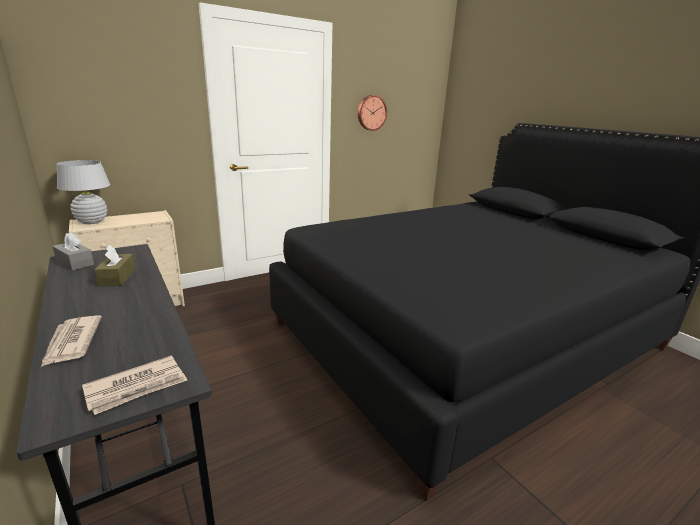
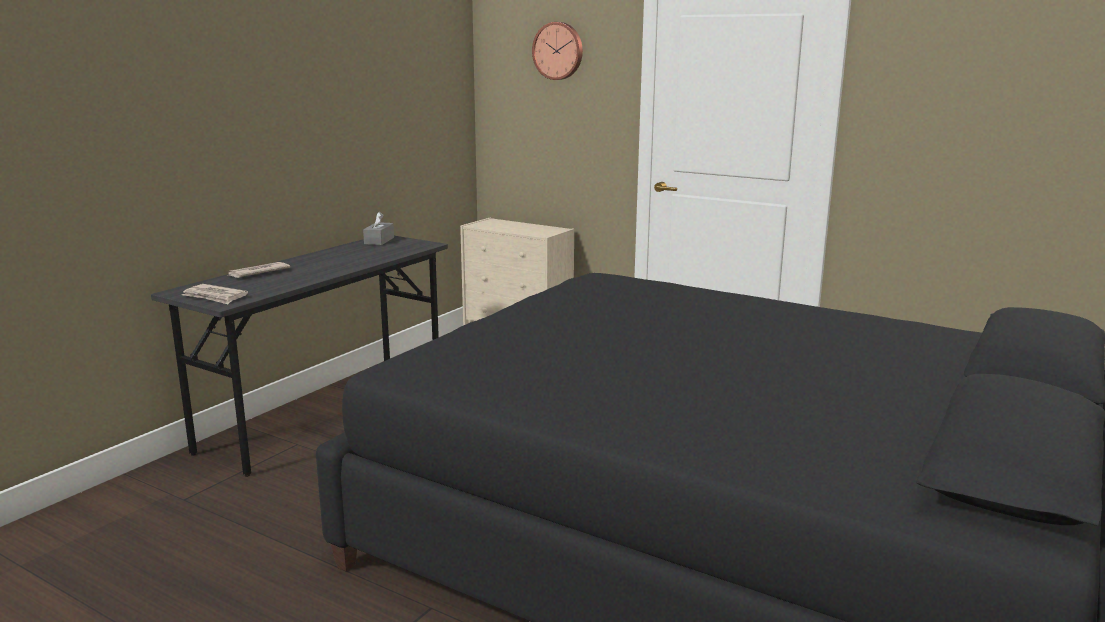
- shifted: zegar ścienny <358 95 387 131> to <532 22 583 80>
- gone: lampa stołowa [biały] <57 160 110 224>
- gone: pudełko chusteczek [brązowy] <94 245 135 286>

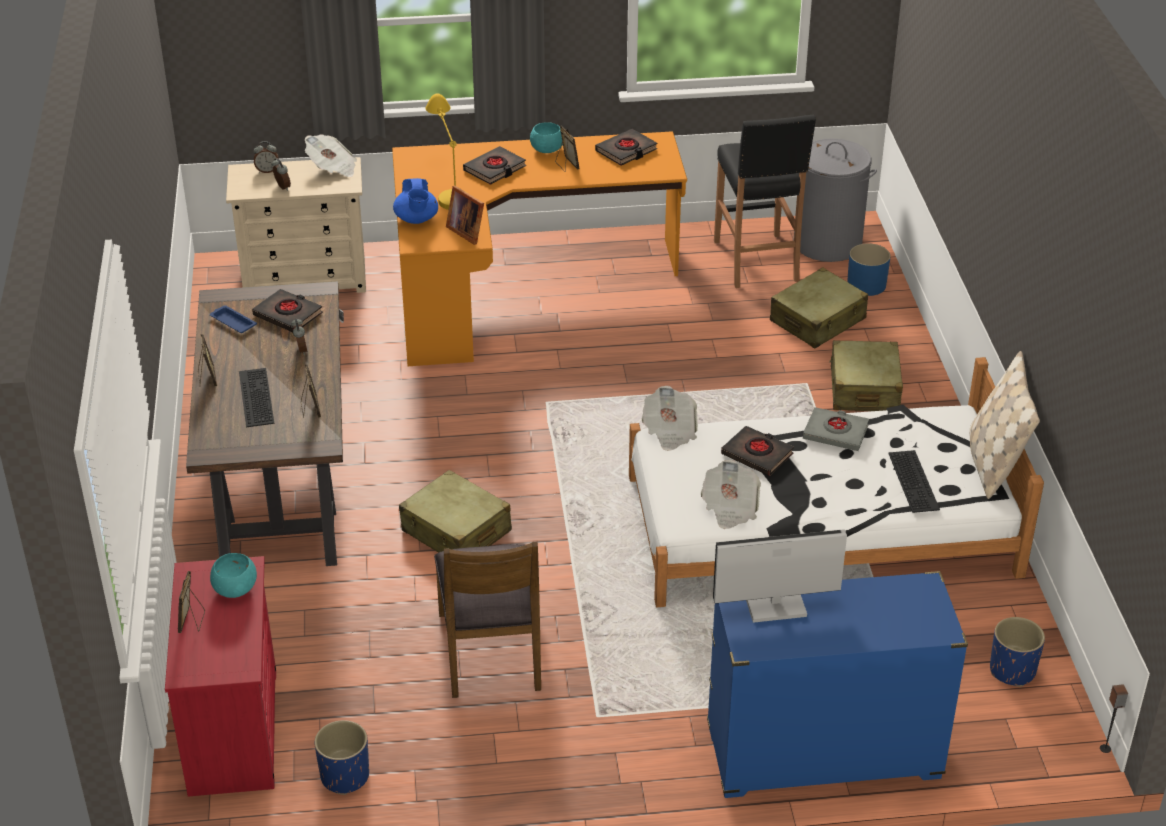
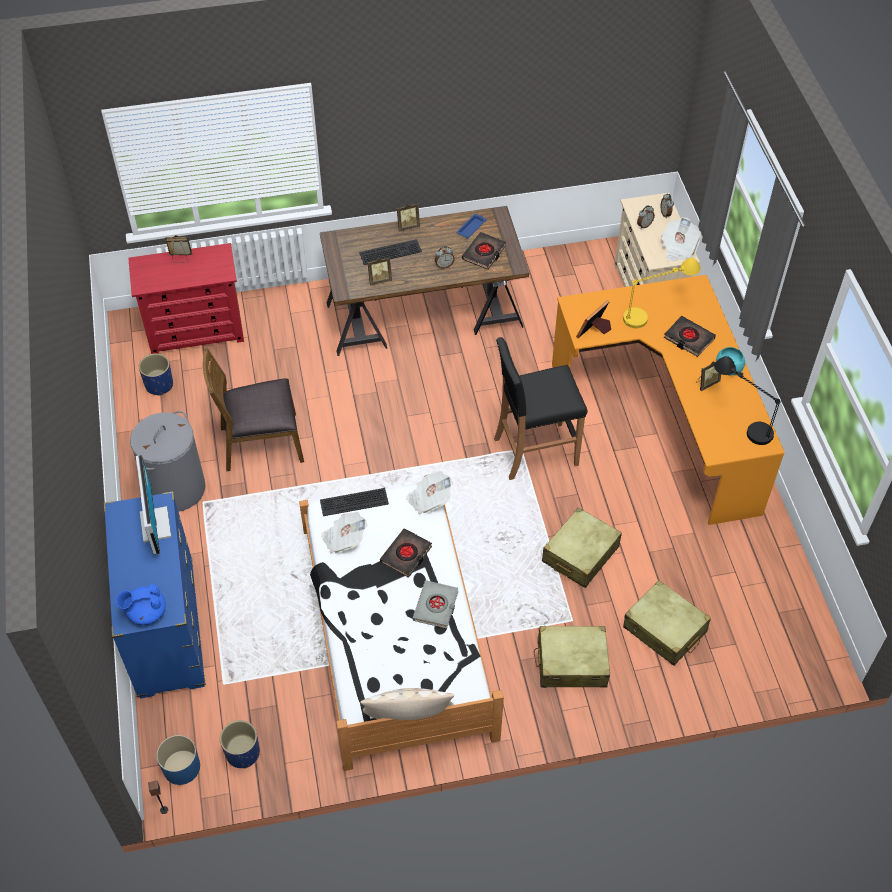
- shifted: imbryk [niebieski] <393 178 438 224> to <116 584 166 625>
- shifted: kosz na pranie [szary] <793 138 877 262> to <130 411 205 512>
- shifted: donica [niebieski] <847 243 891 296> to <156 735 200 785>
- shifted: klawiatura <888 450 940 513> to <320 488 389 516>
- shifted: stołek [czarny] <714 114 816 288> to <494 337 587 480>
- shifted: walizka [beżowy] <399 470 512 553> to <542 507 622 588>
- swapped: książka [czarny] <595 129 657 166> to lampa stołowa [czarny] <714 356 781 445>
- gone: miska [turkusowy] <210 553 257 598>

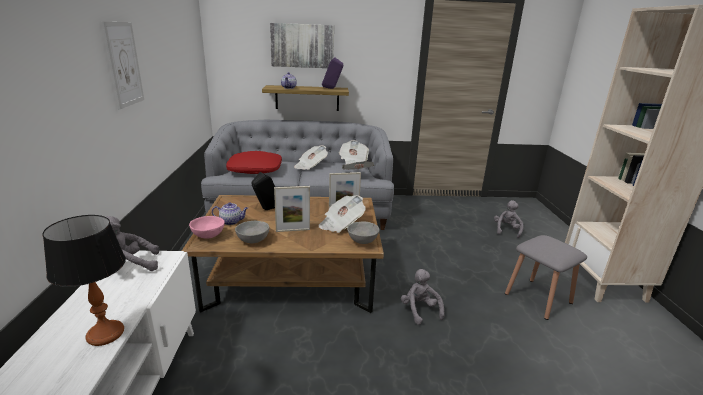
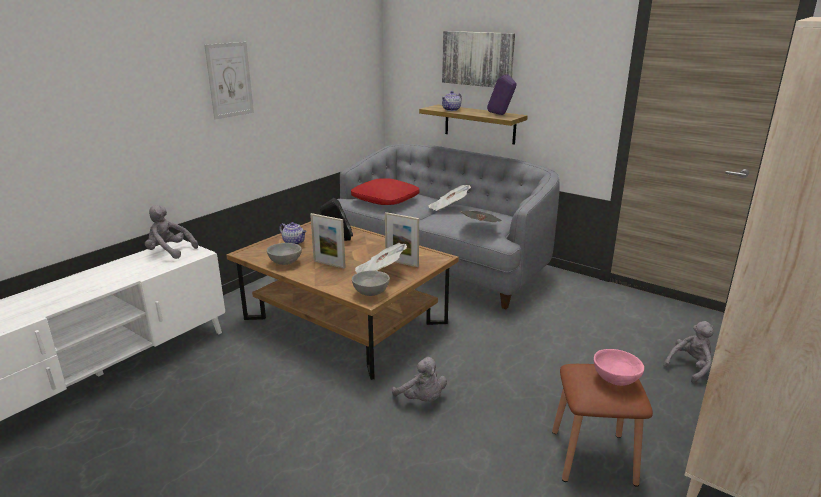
- rotated: pluszak [szary] <401 269 444 325> = <392 357 447 402> 120 degrees clockwise
- repainted: stołek [szary] <505 235 587 320> to stołek [brązowy] <552 364 653 487>
- shifted: miska [różowy] <189 216 225 239> to <594 349 644 386>
- gone: lampa stołowa <42 215 126 346>
- gone: gazeta <339 140 369 164>

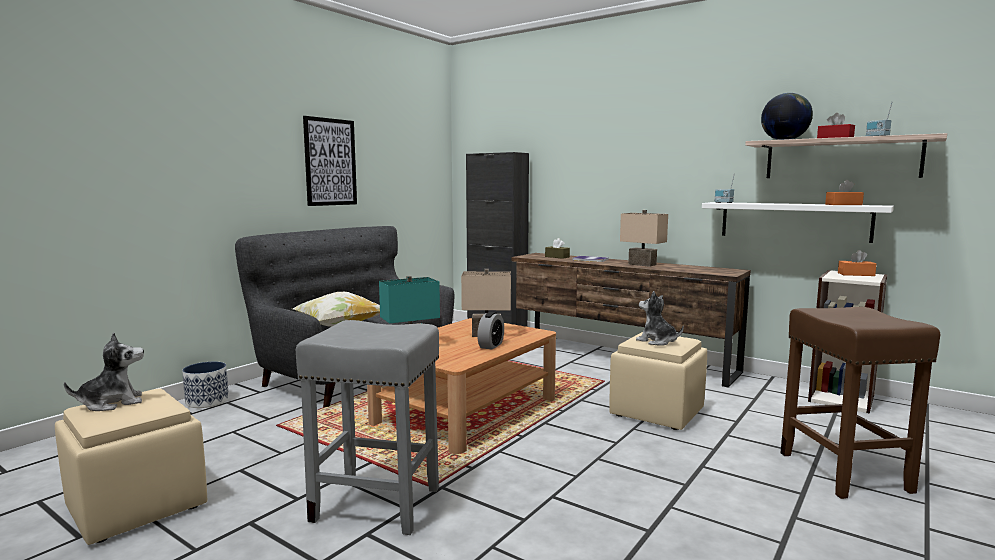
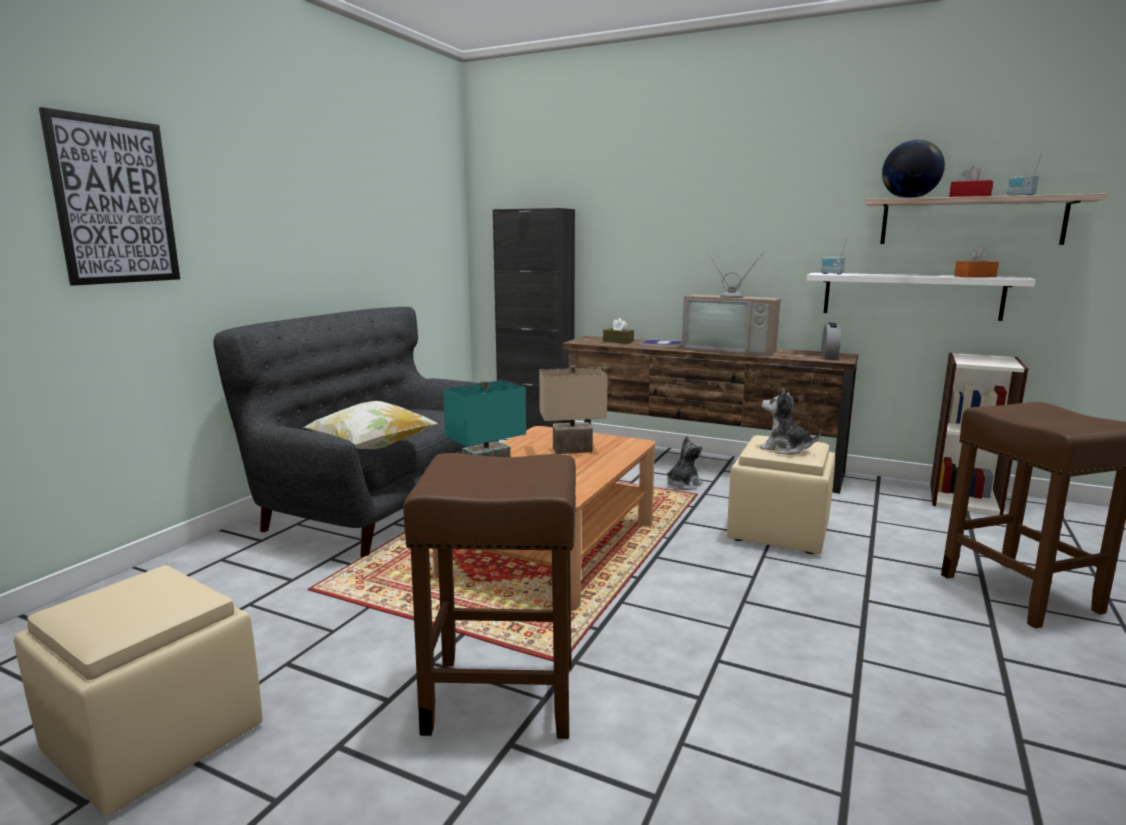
- shifted: obraz <303 116 357 206> to <39 107 180 286>
- repainted: stołek [szary] <296 320 439 535> to stołek [brązowy] <403 453 576 739>
- shifted: pluszak <64 332 144 411> to <667 436 703 490>
- swapped: lampa stołowa [beżowy] <620 210 668 267> to telewizor <682 251 781 356>
- shifted: budzik <477 312 504 350> to <822 323 841 359>
- gone: donica <182 362 229 408>
- gone: pudełko chusteczek [pomarańczowy] <838 250 877 276>

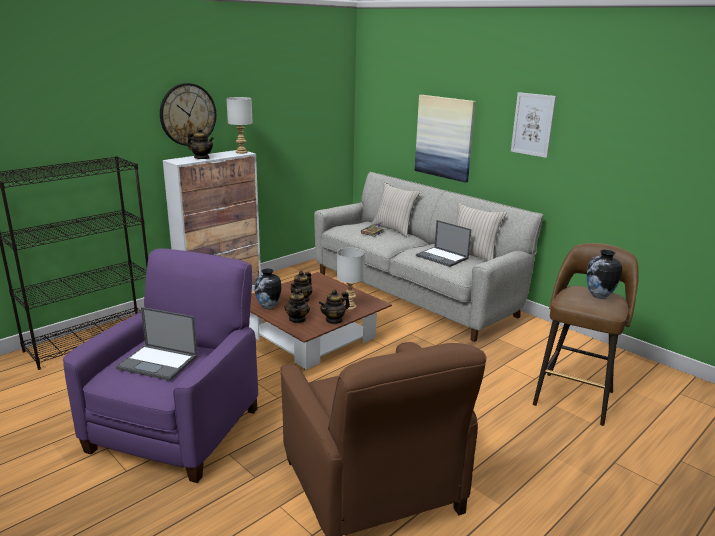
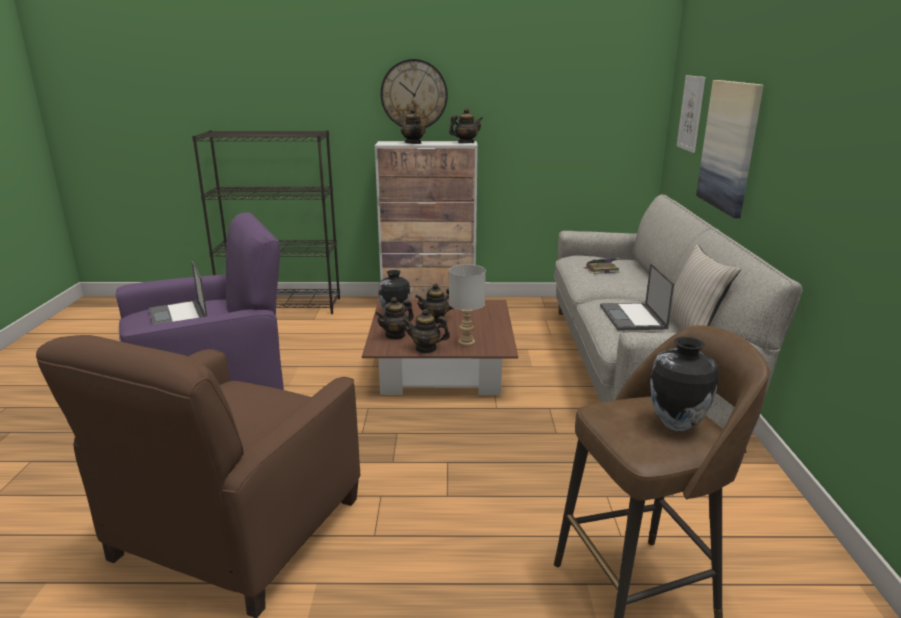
- swapped: lampa stołowa [szary] <226 97 253 154> to imbryk <449 108 483 143>
- shifted: obraz <511 92 556 158> to <677 75 706 153>
- gone: poduszka [beżowy] <371 182 420 237>

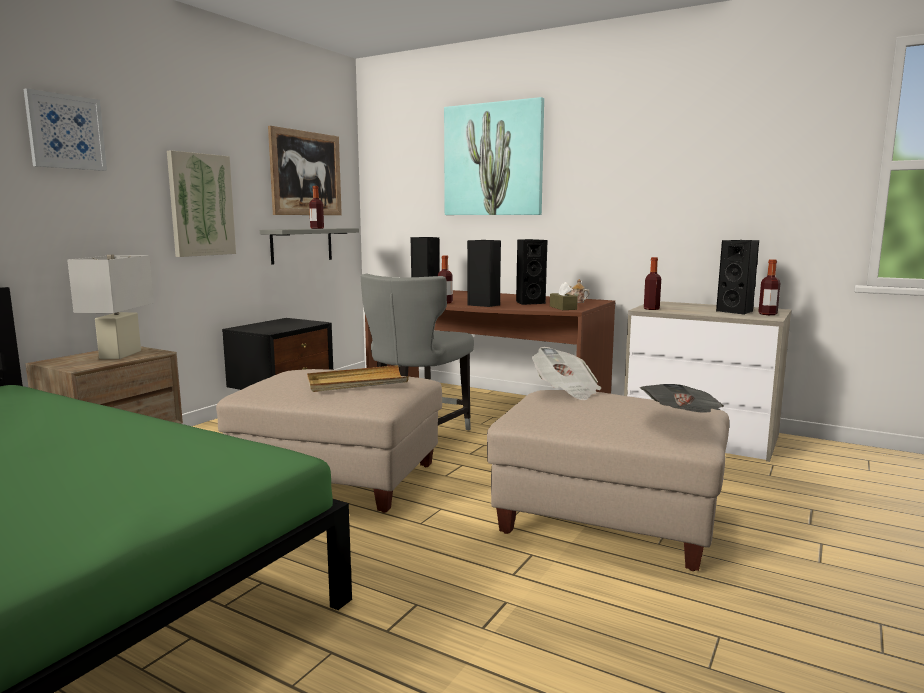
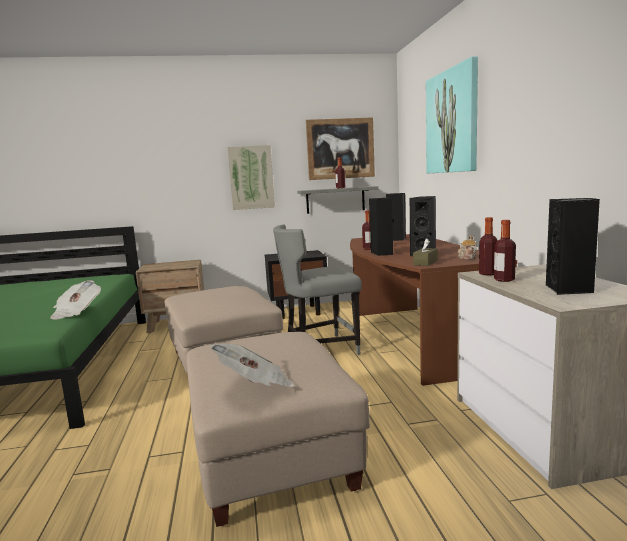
- shifted: gazeta <532 347 601 400> to <50 280 101 319>
- shifted: butelka <758 259 780 315> to <494 220 516 282>
- gone: obraz <24 88 107 171>
- gone: lampa stołowa [biały] <67 254 154 359>
- gone: taca [beżowy] <307 365 409 392>

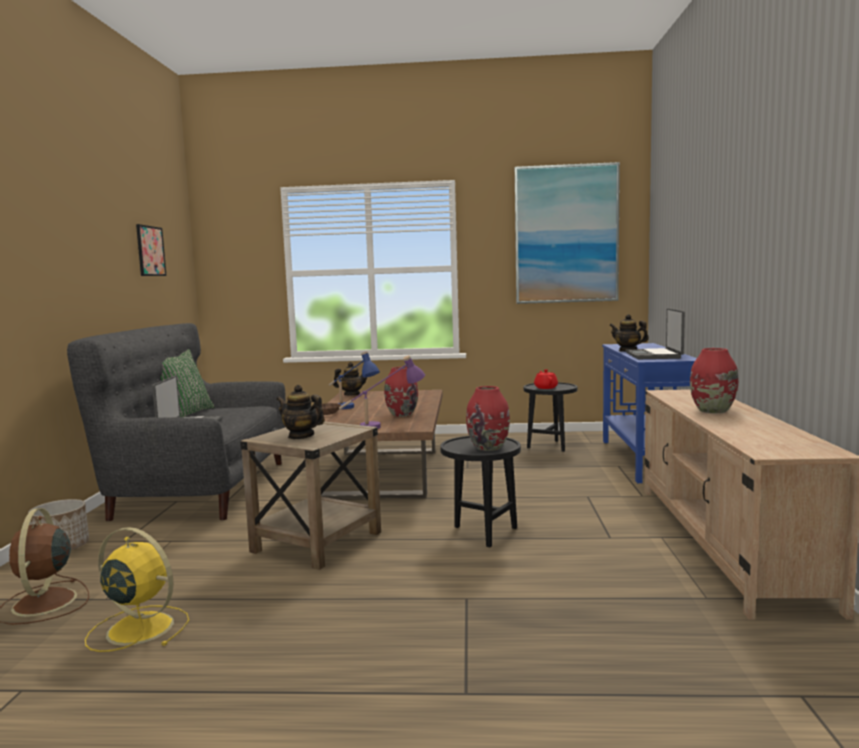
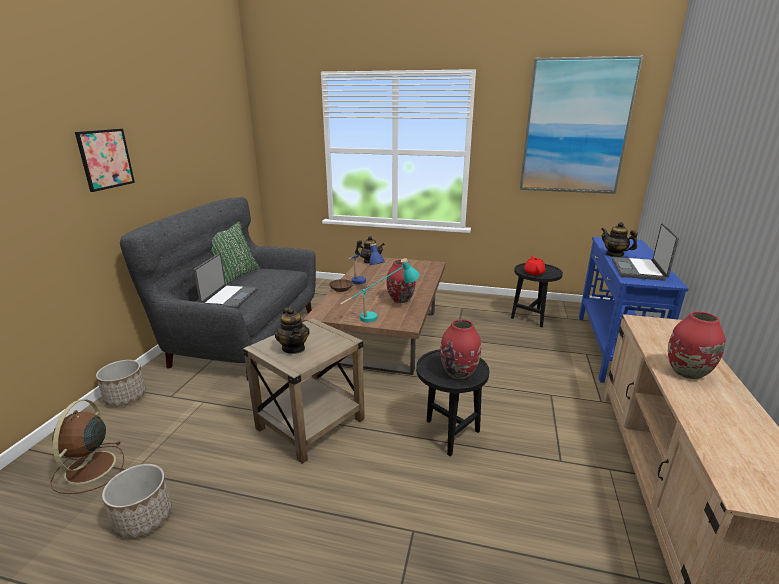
- shifted: obraz <136 224 166 276> to <75 129 135 192>
- swapped: wentylator [żółty] <85 527 189 652> to donica <102 464 172 538>
- rotated: imbryk <276 385 325 439> = <275 307 310 354> 150 degrees counterclockwise
- repainted: lampa stołowa [fioletowy] <339 355 425 429> to lampa stołowa [turkusowy] <341 258 420 322>

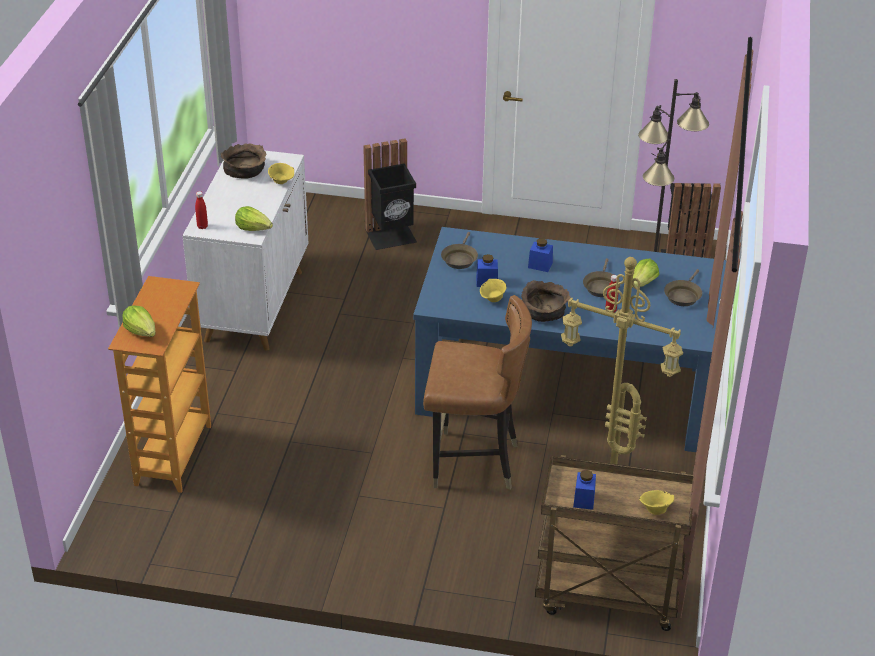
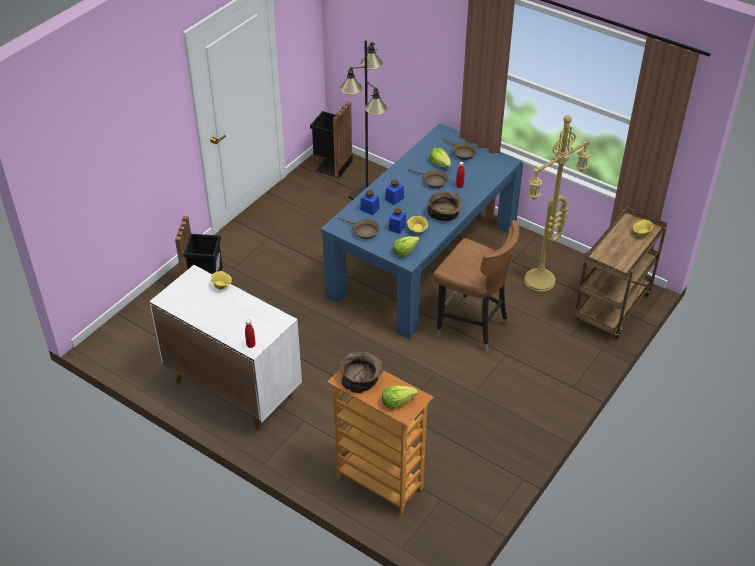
- shifted: miska [brązowy] <221 143 266 178> to <339 351 384 393>
- shifted: słoik [niebieski] <573 470 596 510> to <360 190 380 215>
- shifted: sałata <235 206 273 231> to <393 236 420 257>
- rotated: krzesło [brązowy] <423 295 532 490> = <433 220 519 352> 90 degrees clockwise

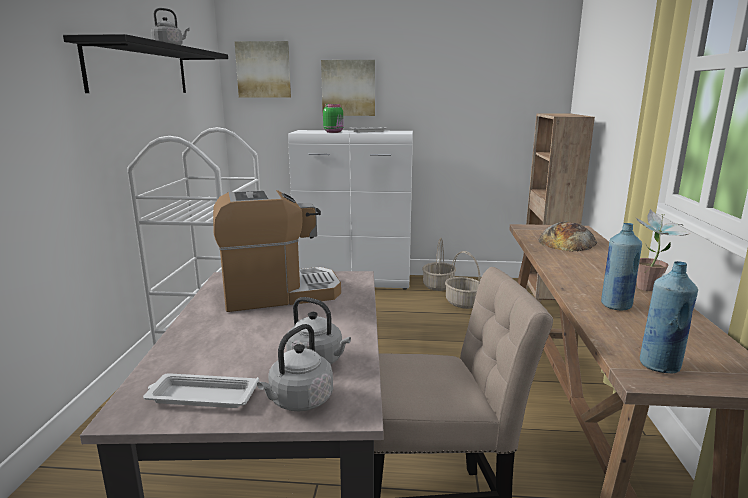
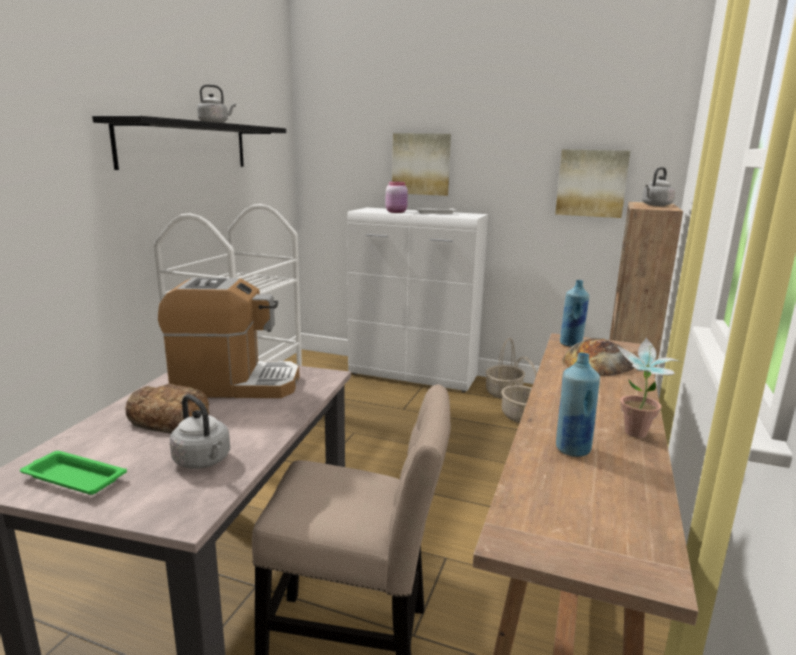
- repainted: taca [biały] <143 373 259 408> to taca [zielony] <20 451 127 495>
- new: chleb <126 384 209 434>
- repainted: słoik [zielony] <323 104 344 133> to słoik [różowy] <386 182 408 213>
- shifted: obraz <235 41 291 98> to <555 149 630 218>
- shifted: butelka [niebieski] <640 261 698 373> to <560 280 589 347>
- shifted: czajnik [szary] <257 324 333 411> to <642 167 675 206>

